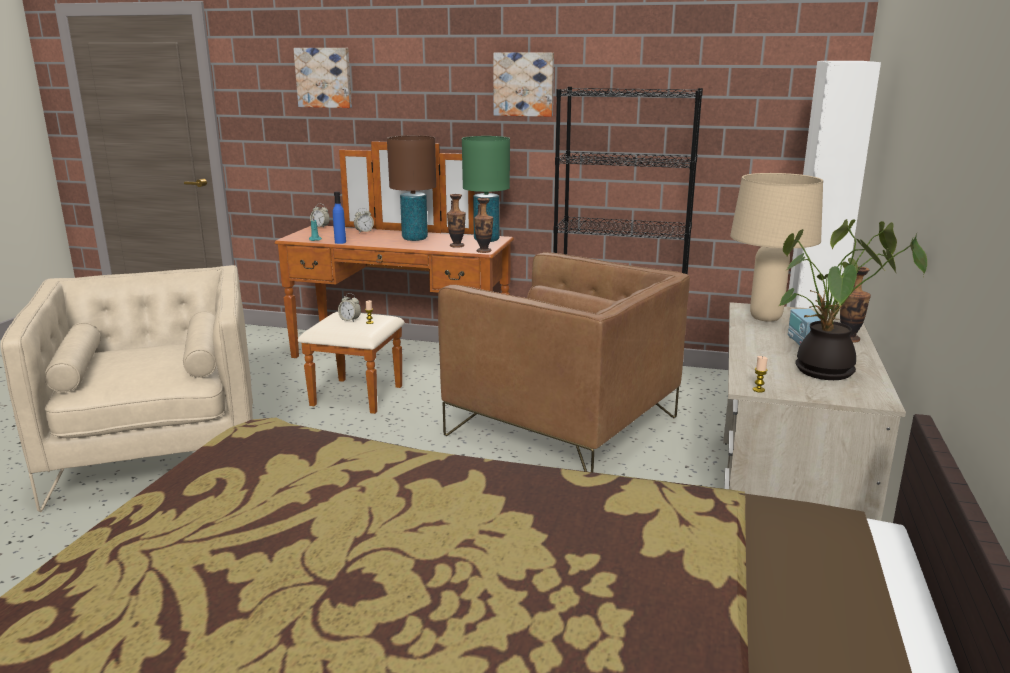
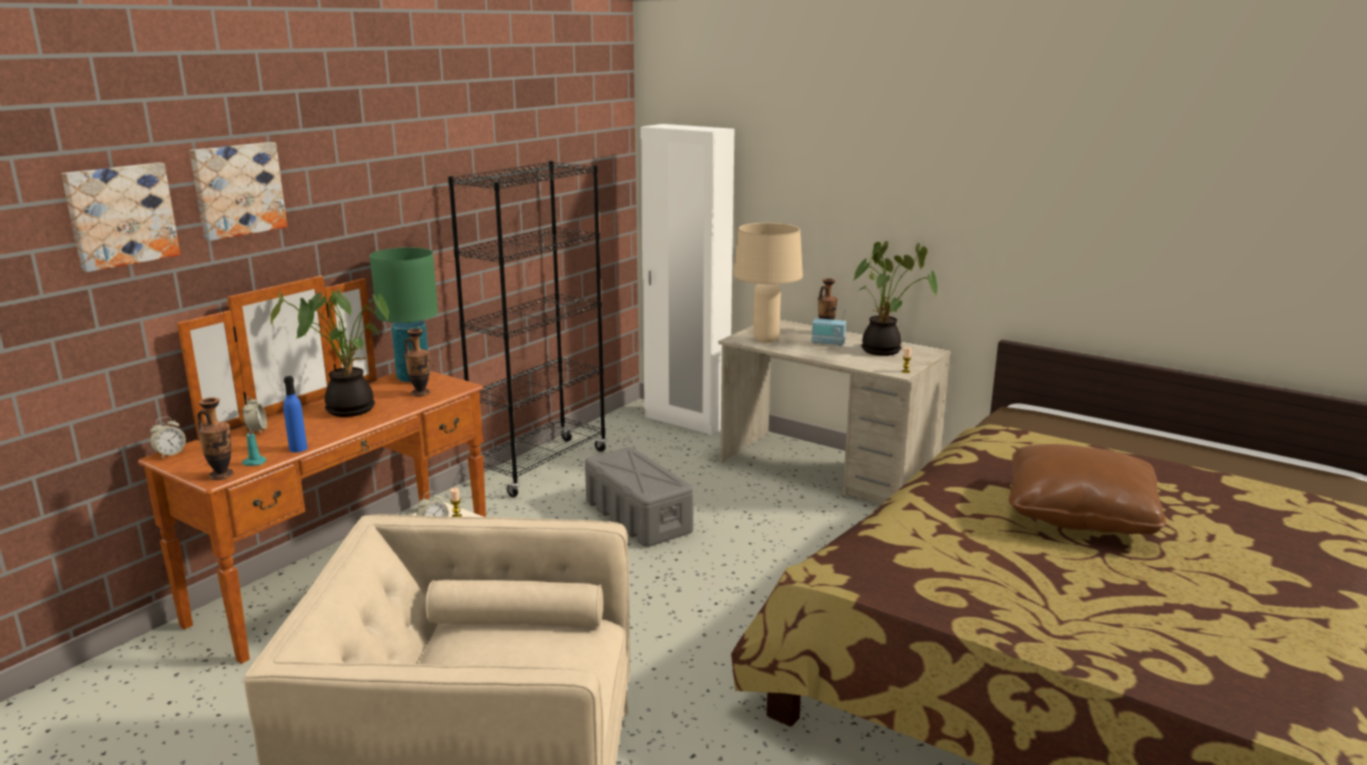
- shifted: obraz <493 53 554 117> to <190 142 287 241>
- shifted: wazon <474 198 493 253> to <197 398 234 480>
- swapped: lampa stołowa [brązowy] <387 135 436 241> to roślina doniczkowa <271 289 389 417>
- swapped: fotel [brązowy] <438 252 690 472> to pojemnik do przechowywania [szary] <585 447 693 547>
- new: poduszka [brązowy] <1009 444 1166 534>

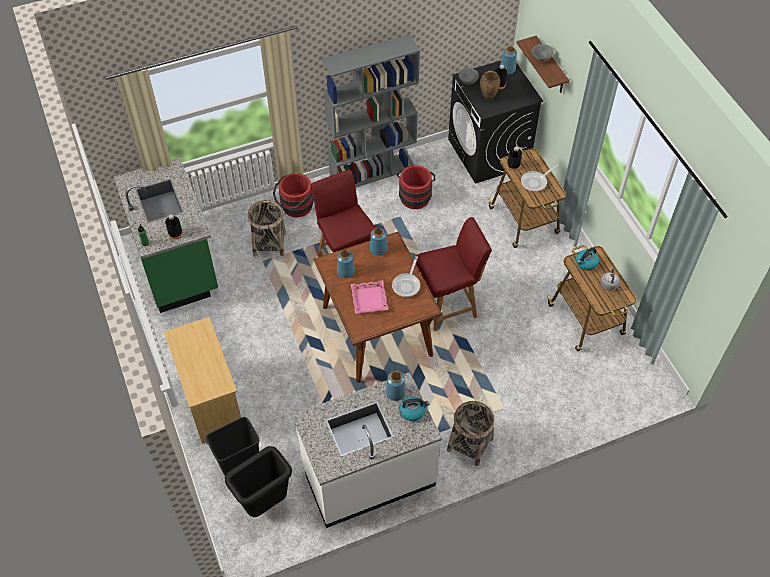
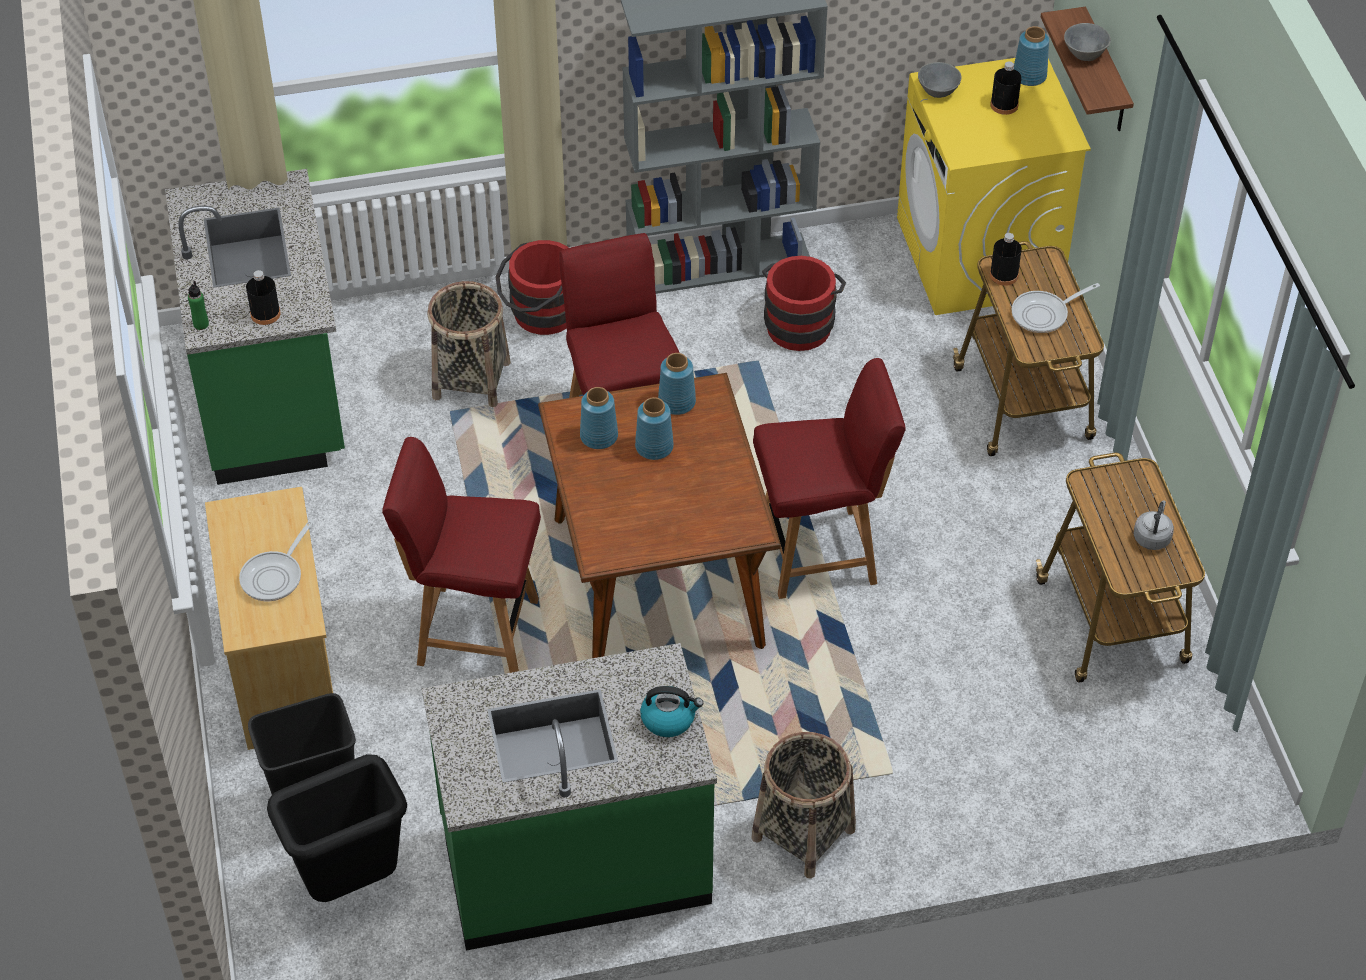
- shifted: patelnia <392 256 420 297> to <239 519 314 601>
- new: krzesło [czerwony] <382 437 541 673>
- repainted: zabudowa kuchenna [biały] <292 372 442 528> to zabudowa kuchenna [zielony] <422 643 717 950>
- shifted: wazon [niebieski] <386 371 406 401> to <635 397 674 460>
- repainted: pralka [czarny] <448 61 543 184> to pralka [żółty] <897 58 1091 315>
- gone: taca [różowy] <351 280 389 314>
- gone: wazon [brązowy] <480 71 500 100>
- gone: czajnik <576 248 599 271>

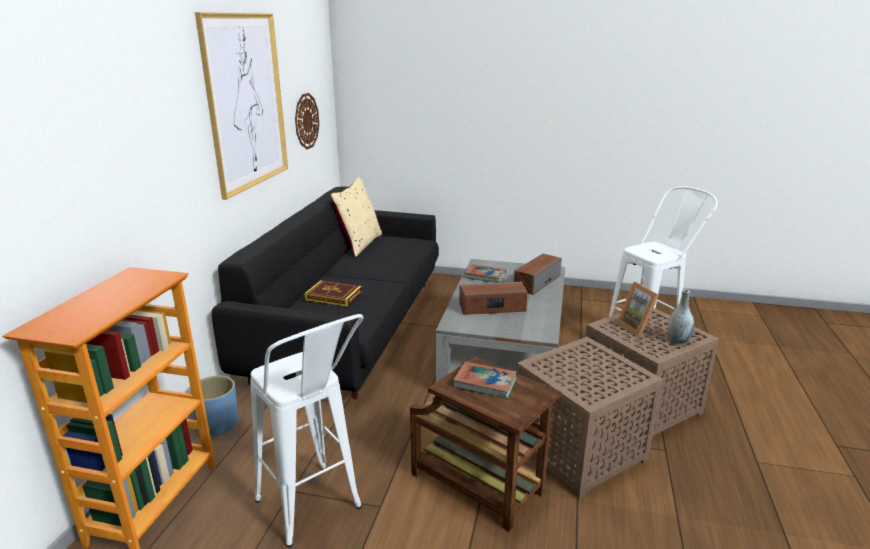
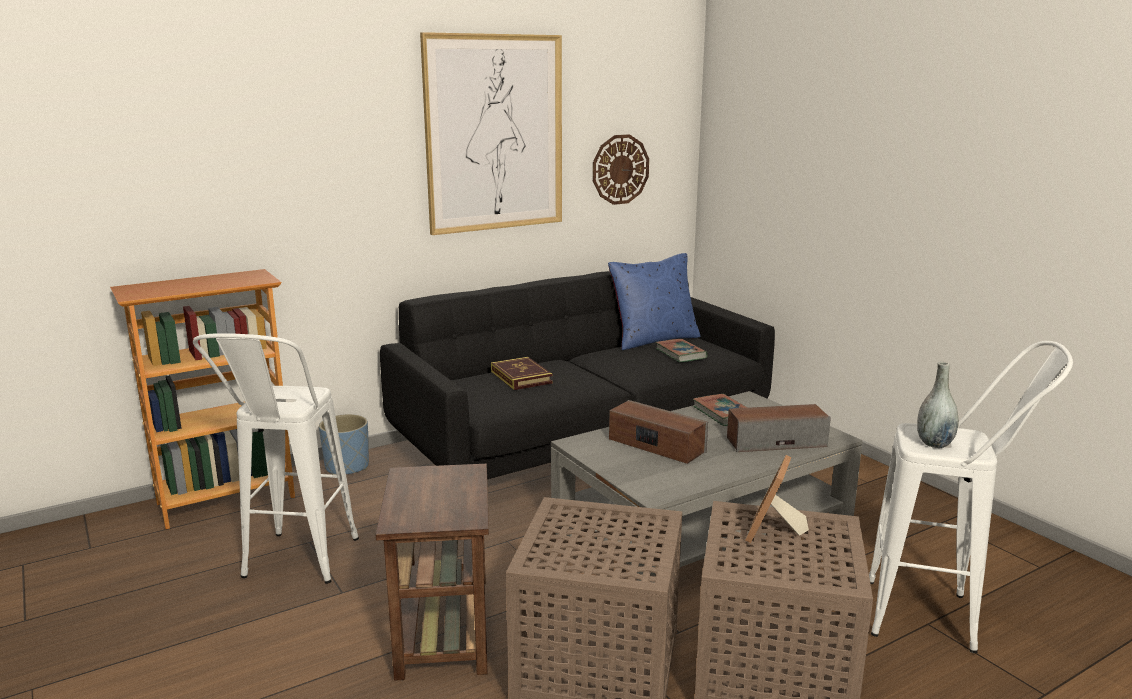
- repainted: poduszka [beżowy] <330 177 382 257> to poduszka [niebieski] <608 253 700 350>
- shifted: książka <453 361 517 399> to <656 339 708 362>
- shifted: wazon [szary] <667 289 694 344> to <917 362 959 448>

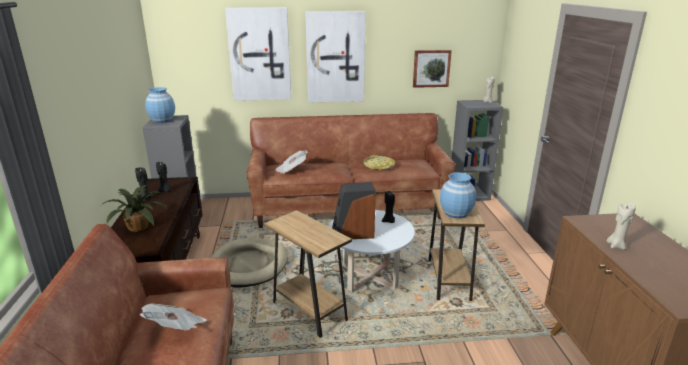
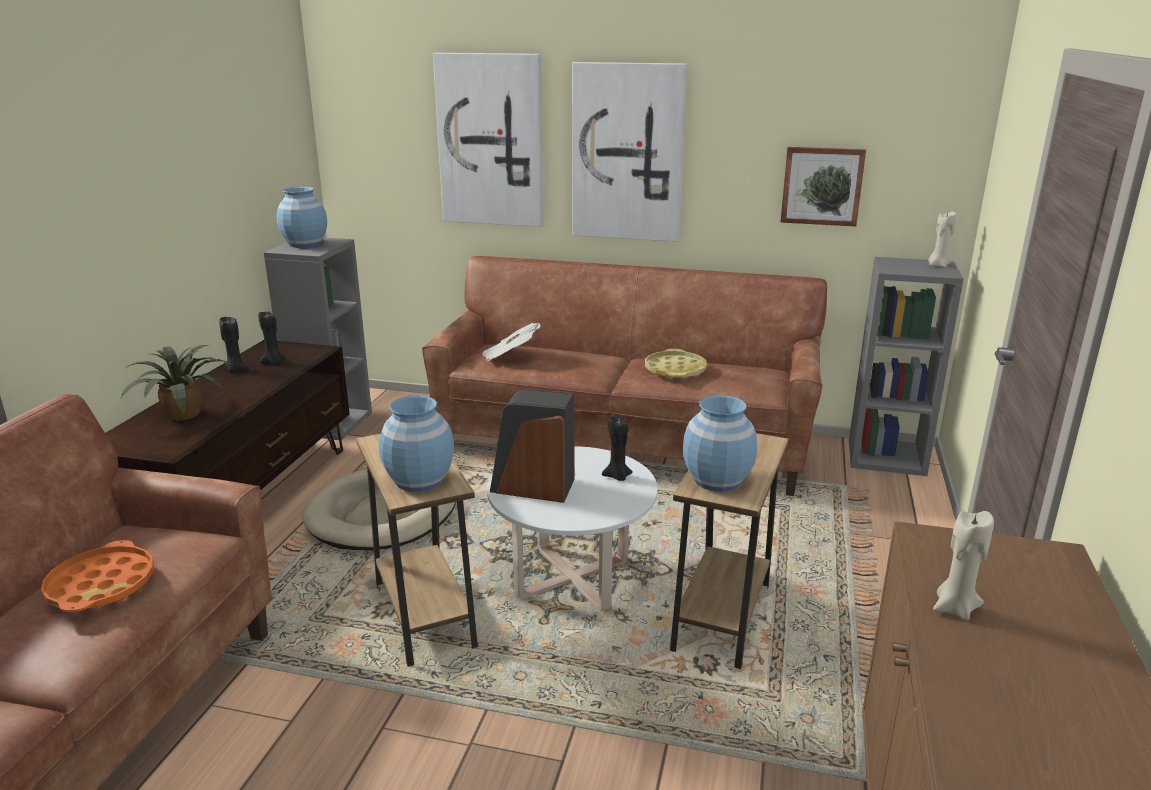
- swapped: gazeta <139 303 207 331> to taca [pomarańczowy] <41 540 154 612>
- new: wazon [niebieski] <379 395 454 492>

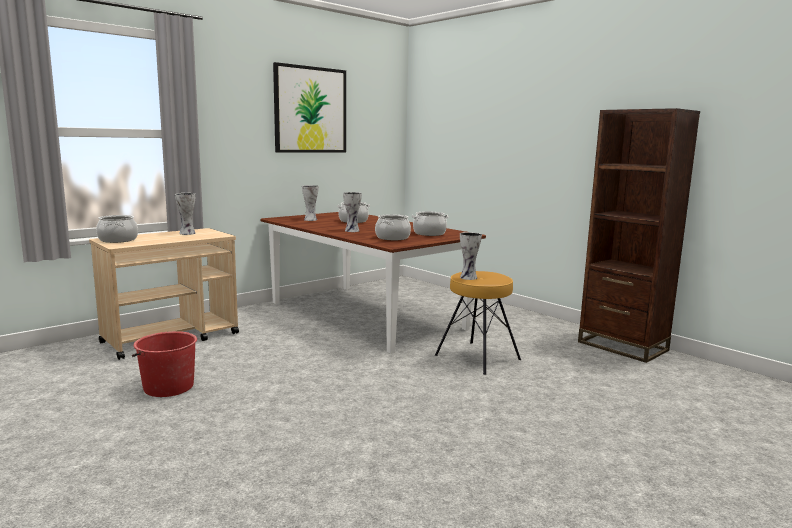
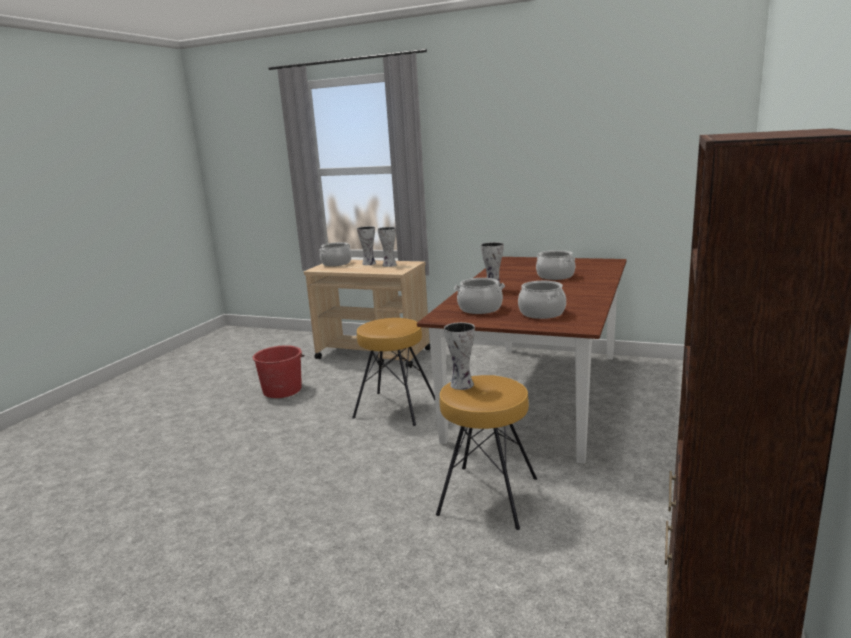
- new: stołek [brązowy] <352 318 435 426>
- shifted: wazon <302 185 319 221> to <357 226 376 265>
- gone: obraz <273 62 346 152>

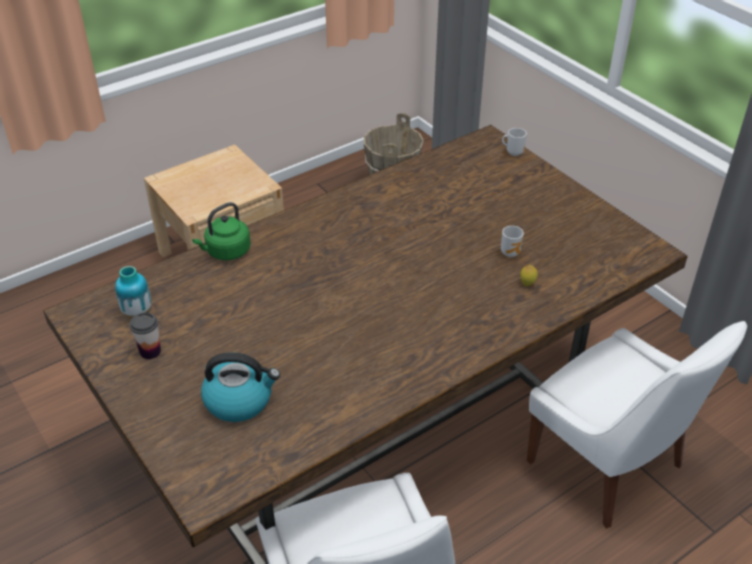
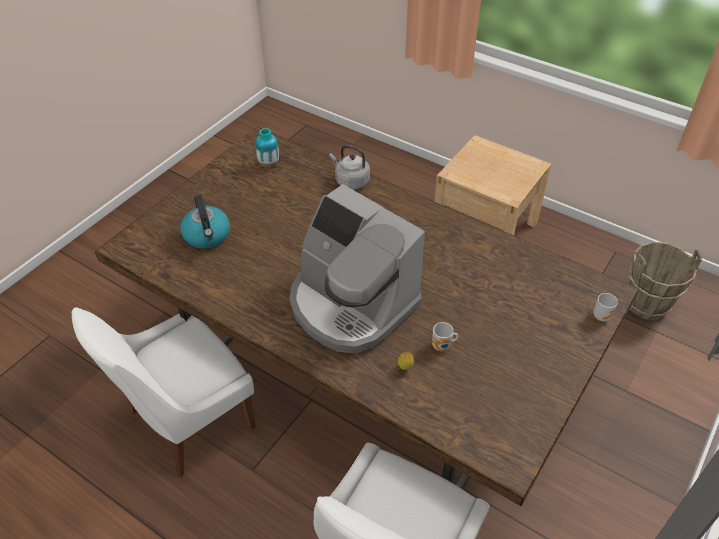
- new: ekspres do kawy <289 184 425 353>
- repainted: czajnik [zielony] <192 202 251 260> to czajnik [szary] <329 145 370 189>
- gone: filiżanka <129 312 161 359>

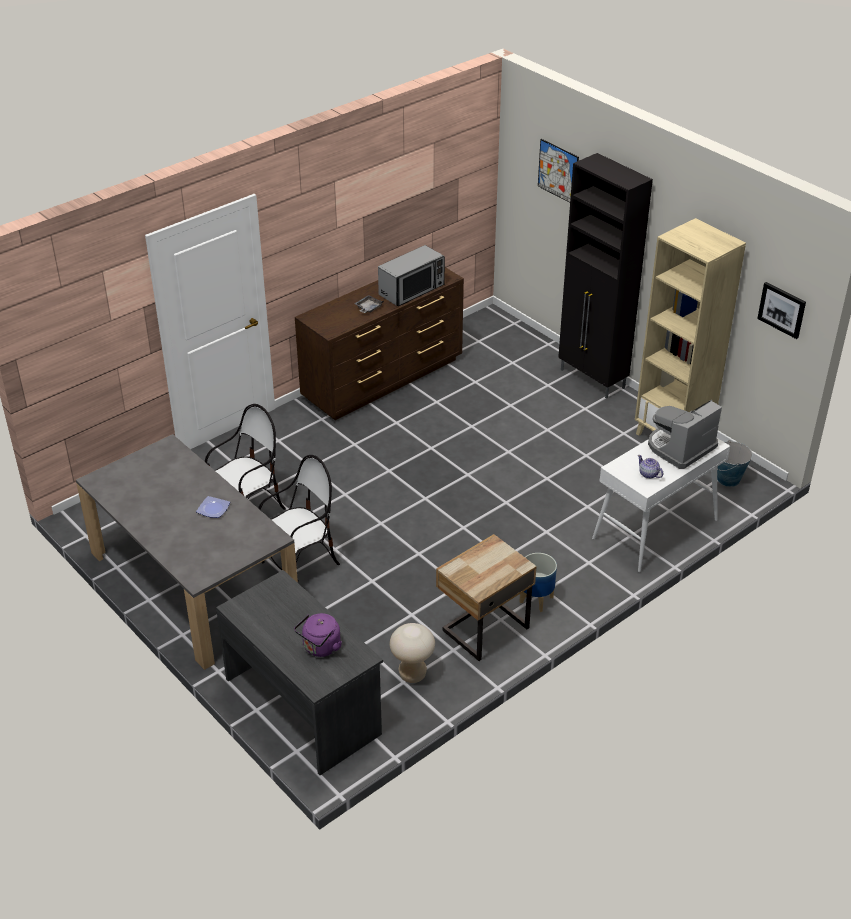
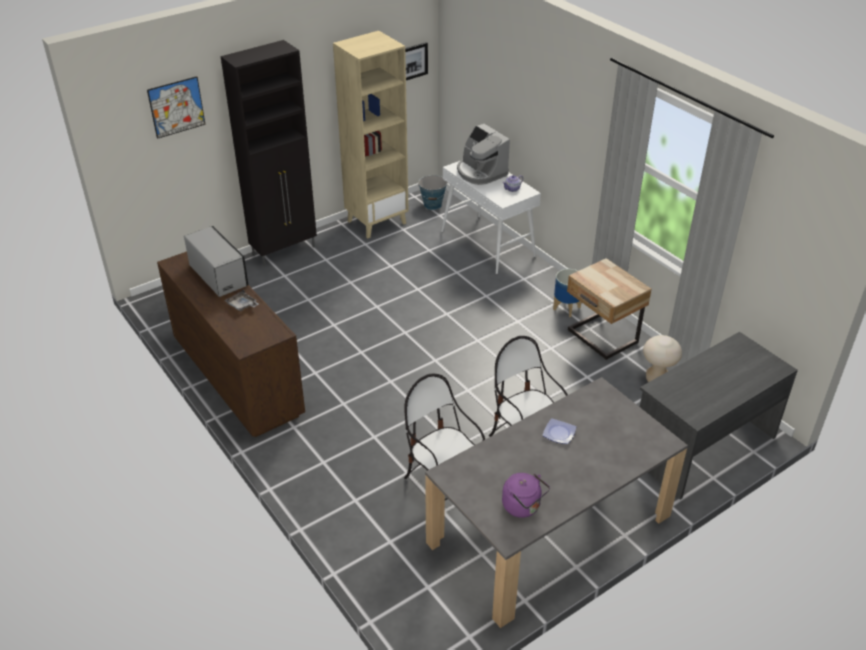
- shifted: czajnik [fioletowy] <294 613 342 657> to <502 473 550 518>

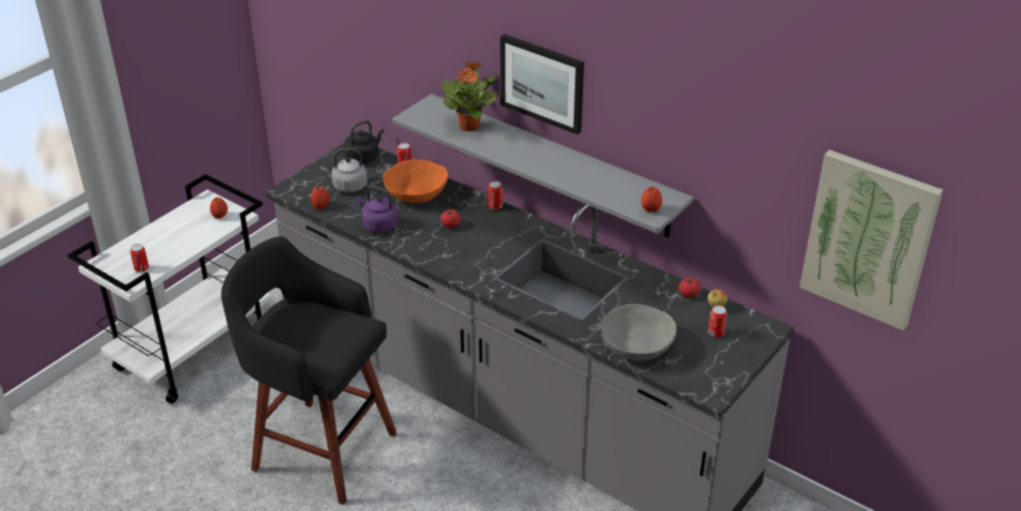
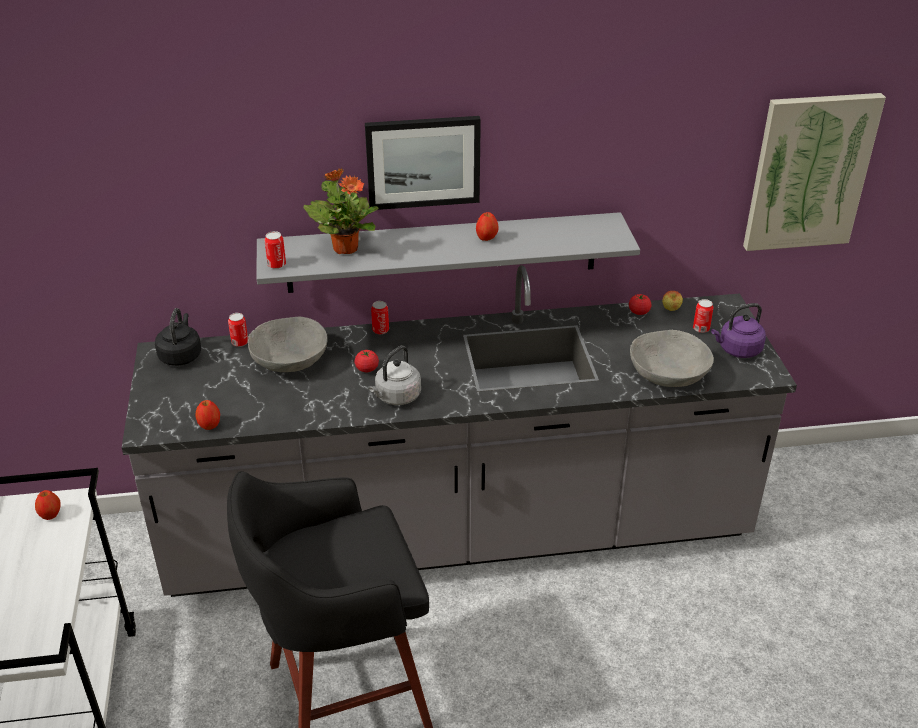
- repainted: miska [pomarańczowy] <383 159 448 203> to miska [szary] <248 316 328 372>
- shifted: puszka <130 244 149 272> to <265 231 286 269>
- shifted: czajnik [szary] <321 148 368 193> to <369 345 421 405>
- shifted: jabłko <641 187 662 212> to <476 212 499 241>
- shifted: czajnik [fioletowy] <356 186 399 233> to <711 303 766 358>

